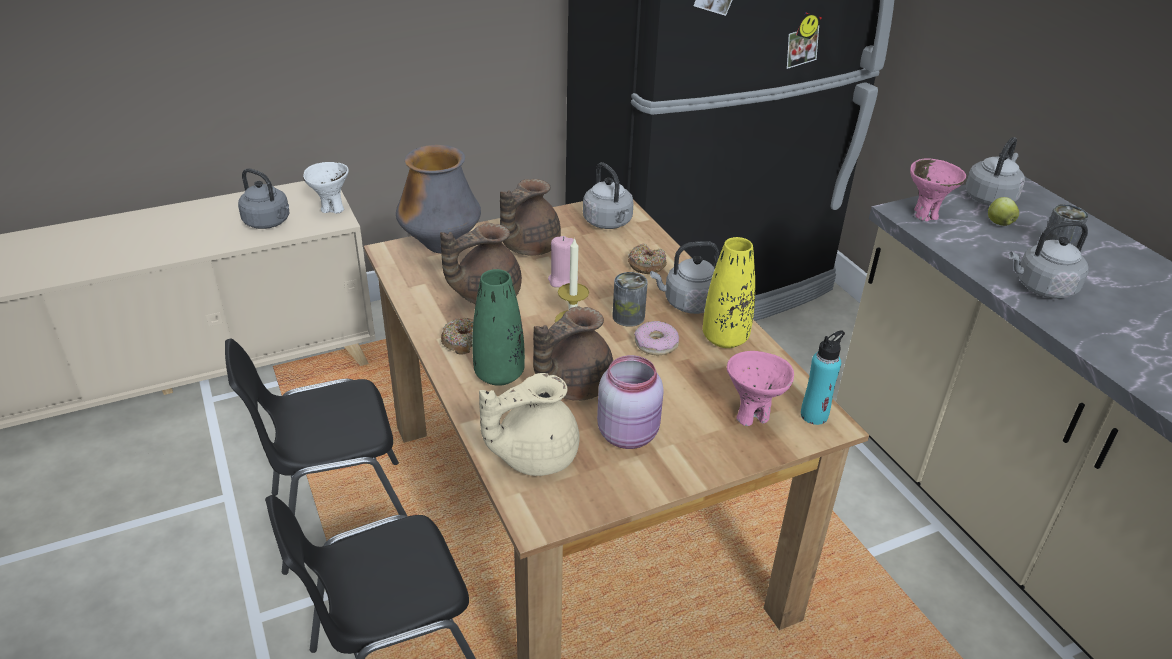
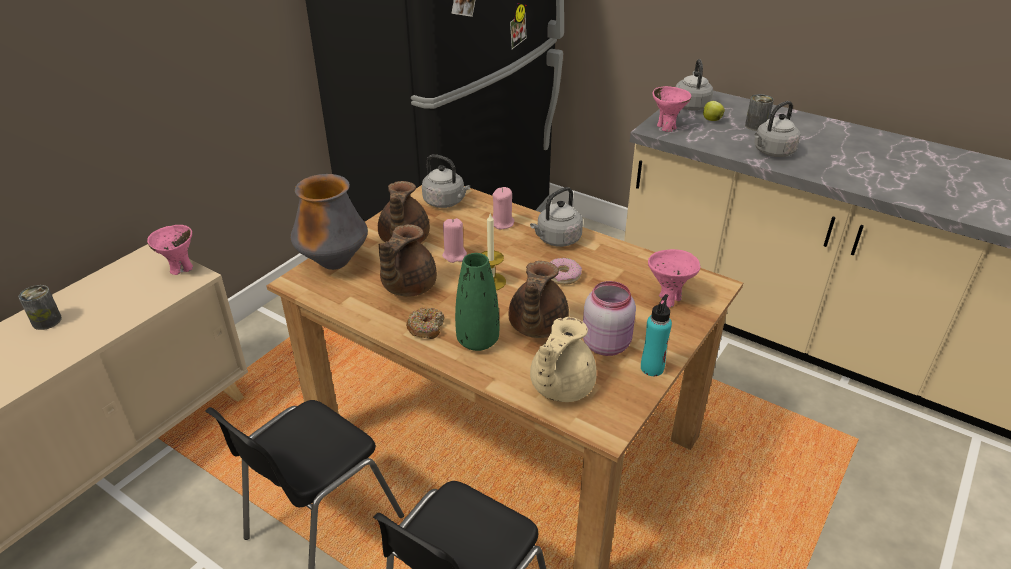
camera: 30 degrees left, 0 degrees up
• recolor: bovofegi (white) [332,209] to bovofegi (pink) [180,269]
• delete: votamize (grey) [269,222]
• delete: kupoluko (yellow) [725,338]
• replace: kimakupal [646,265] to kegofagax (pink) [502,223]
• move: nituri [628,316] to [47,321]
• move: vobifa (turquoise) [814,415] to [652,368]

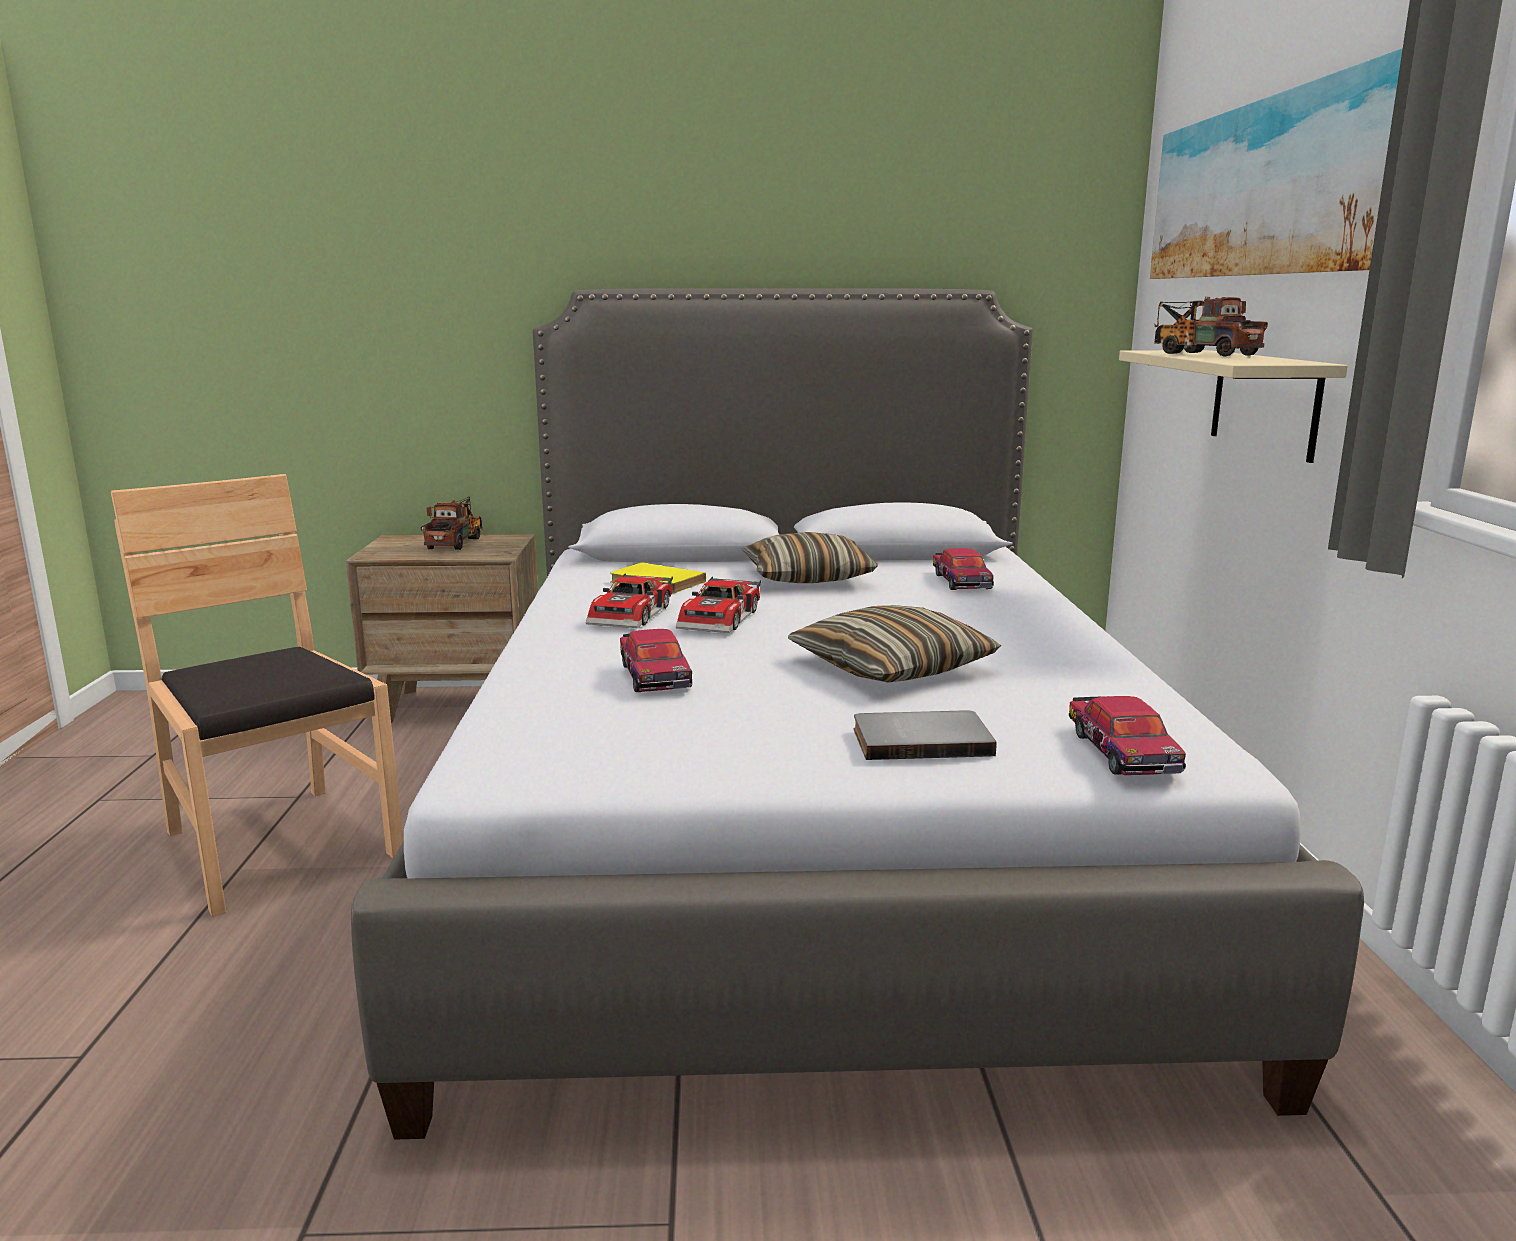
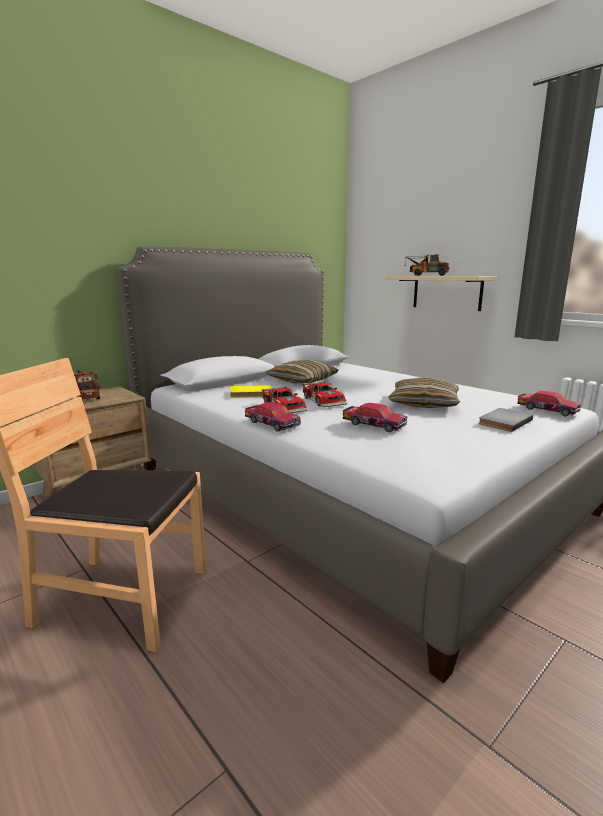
camera: 40 degrees left, 0 degrees up
• delete: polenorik [1266,189]
• move: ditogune [962,581] to [272,423]

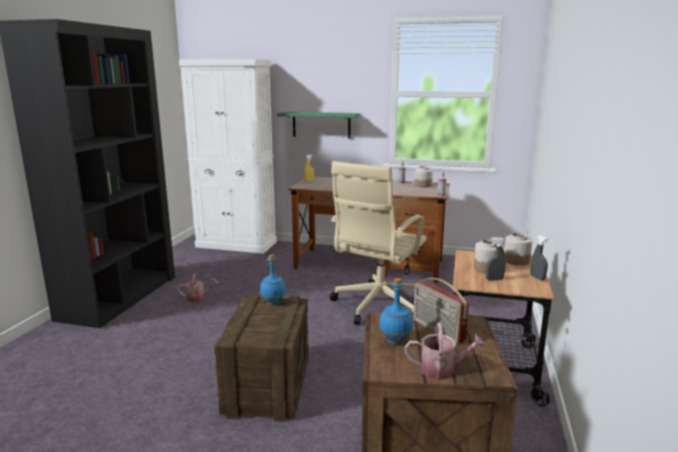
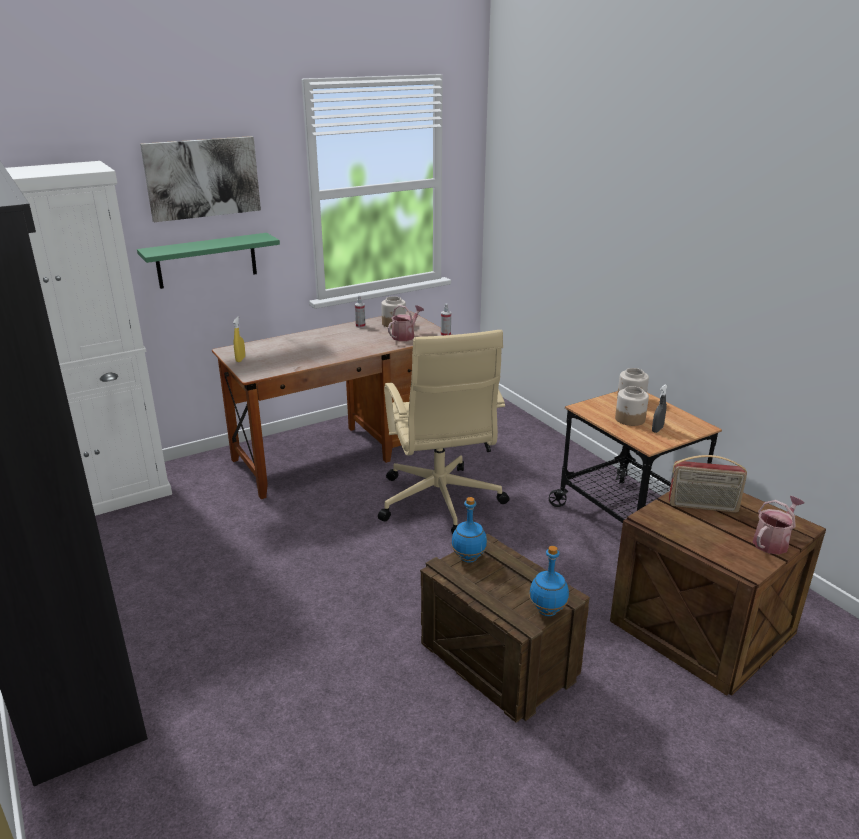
camera: 45 degrees left, 10 degrees up
• delete: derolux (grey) [537,278]
• move: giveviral [198,298] to [405,336]
• move: vobifa (blue) [395,341] to [547,610]
• insert: polenorik [202,178]

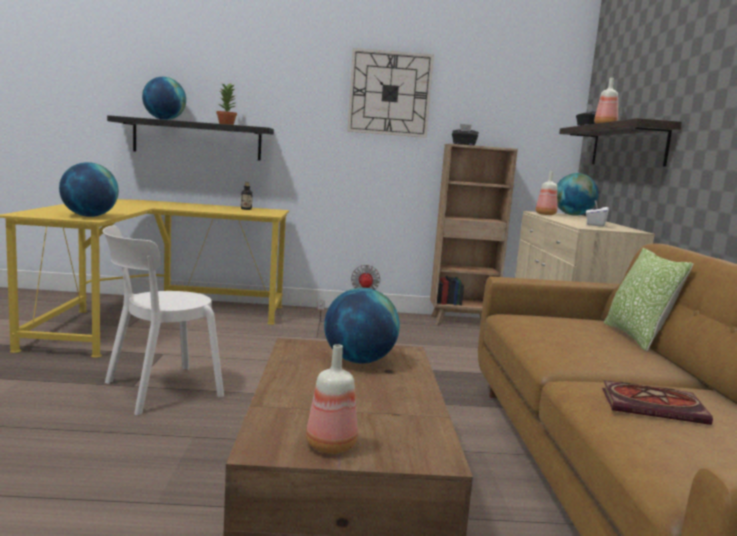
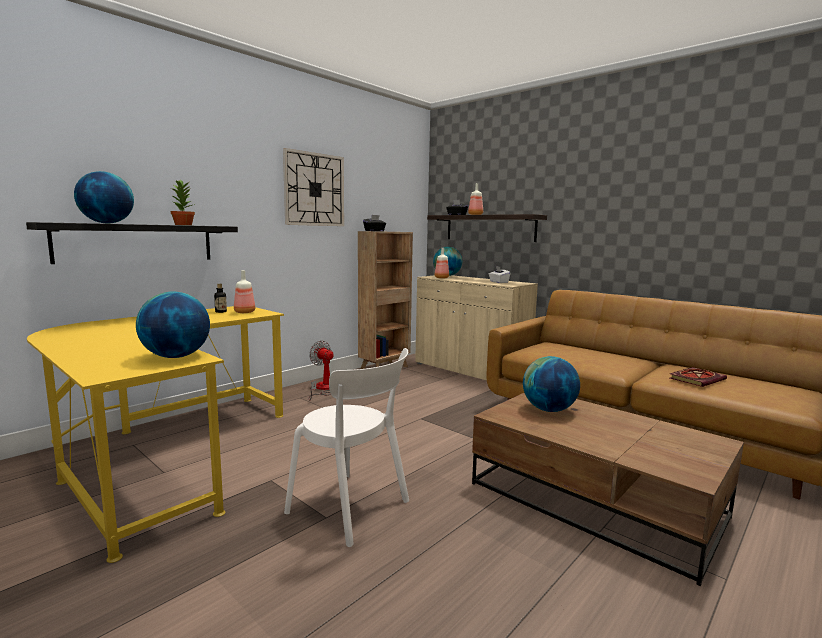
camera: 45 degrees left, 0 degrees up
• rotate: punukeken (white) [157,390] = [352,508] 60 degrees counterclockwise
• delete: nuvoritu [636,337]
• move: vobifa [329,445] to [244,312]

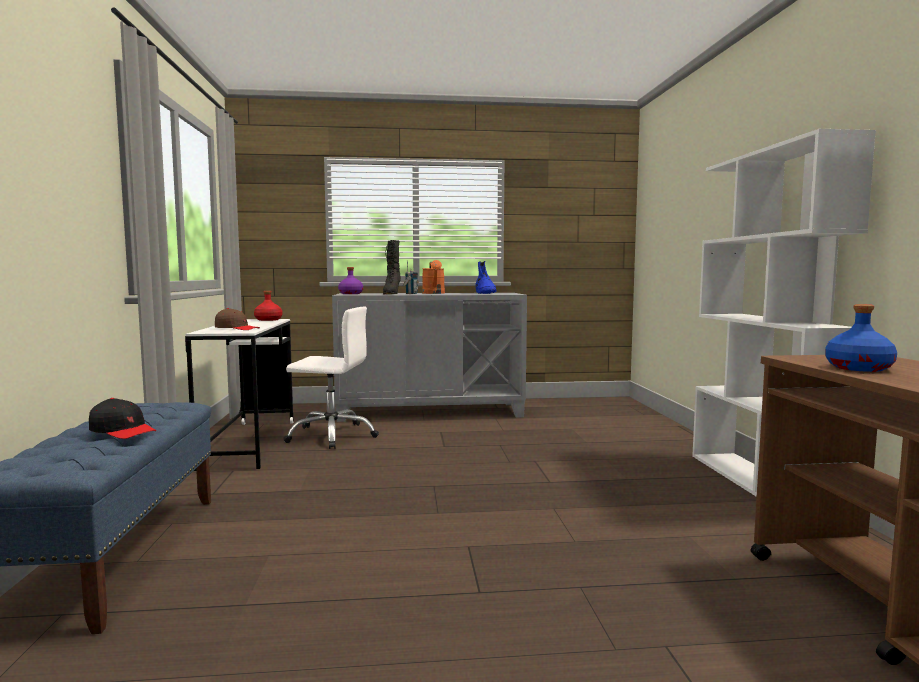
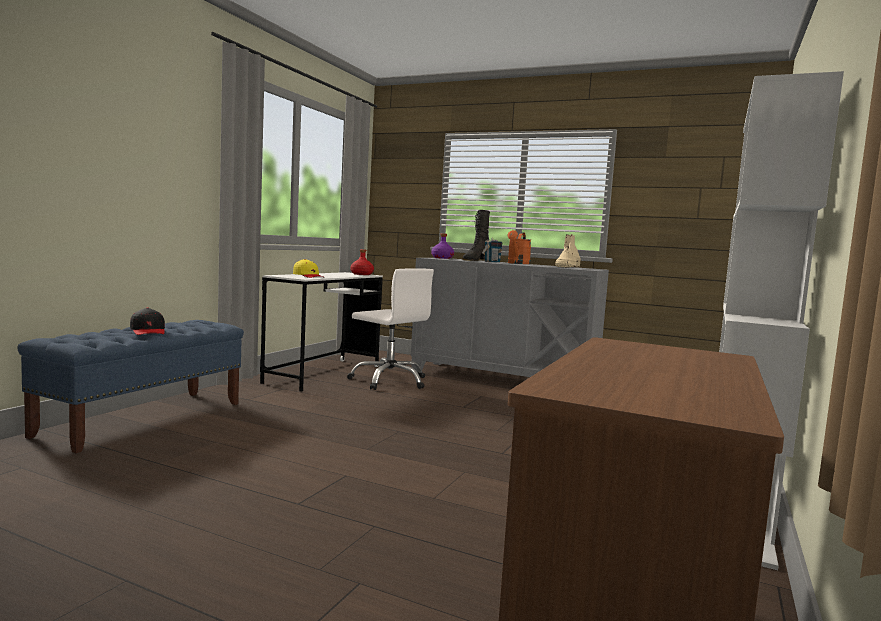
camera: 30 degrees right, 0 degrees up
• recolor: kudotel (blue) [485,293] to kudotel (beige) [567,267]
• delete: vobifa (blue) [859,368]
• recolor: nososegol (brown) [236,328] to nososegol (yellow) [308,276]

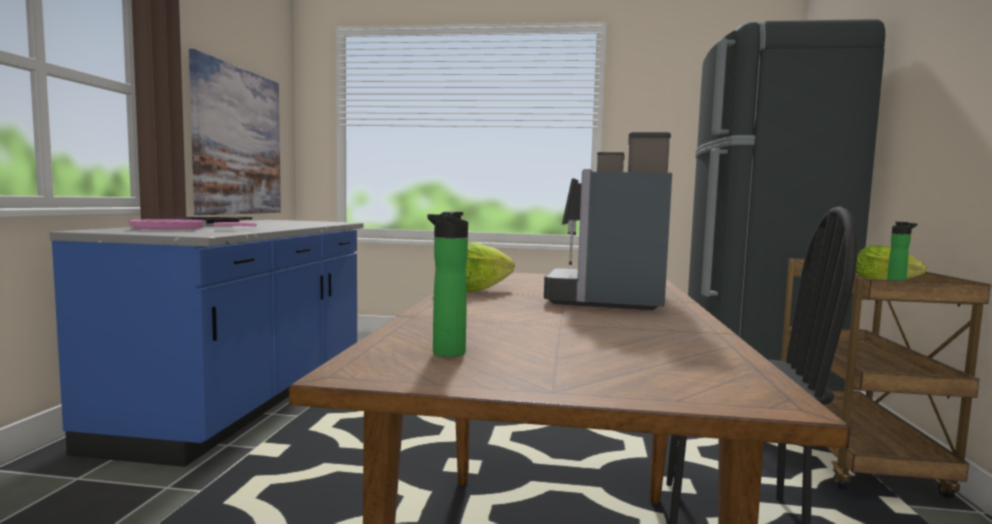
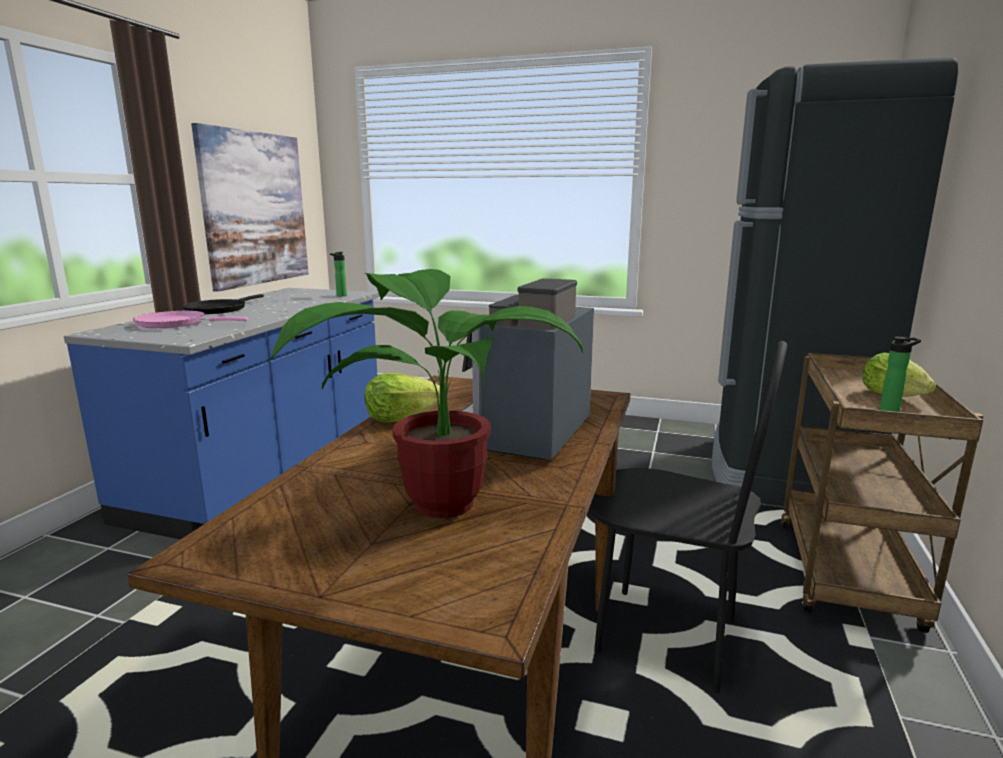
camera: 10 degrees right, 10 degrees up
• move: vobifa [446,354] to [340,296]
• insert: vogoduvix [436,499]

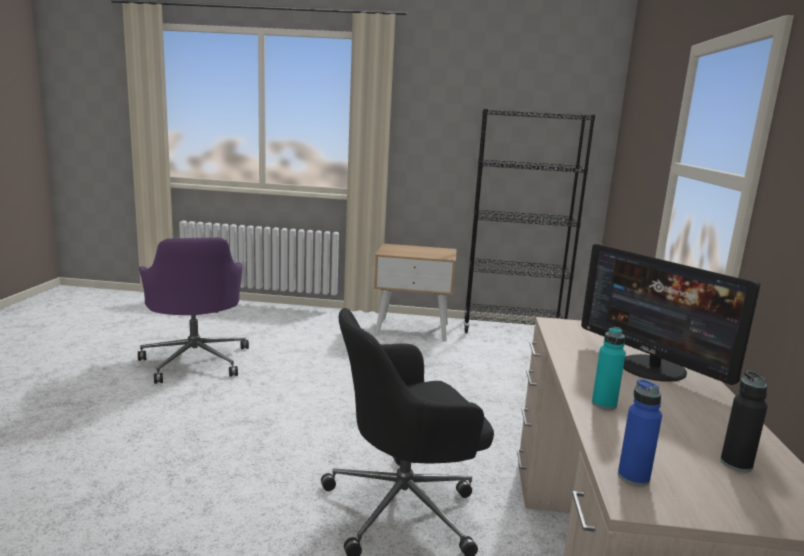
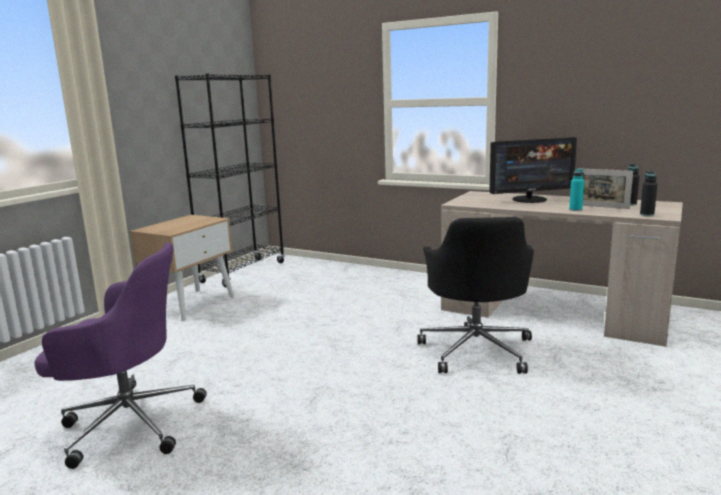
camera: 65 degrees left, 0 degrees up
• recolor: vobifa (blue) [633,477] to vobifa (black) [647,215]
• insert: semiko [601,206]

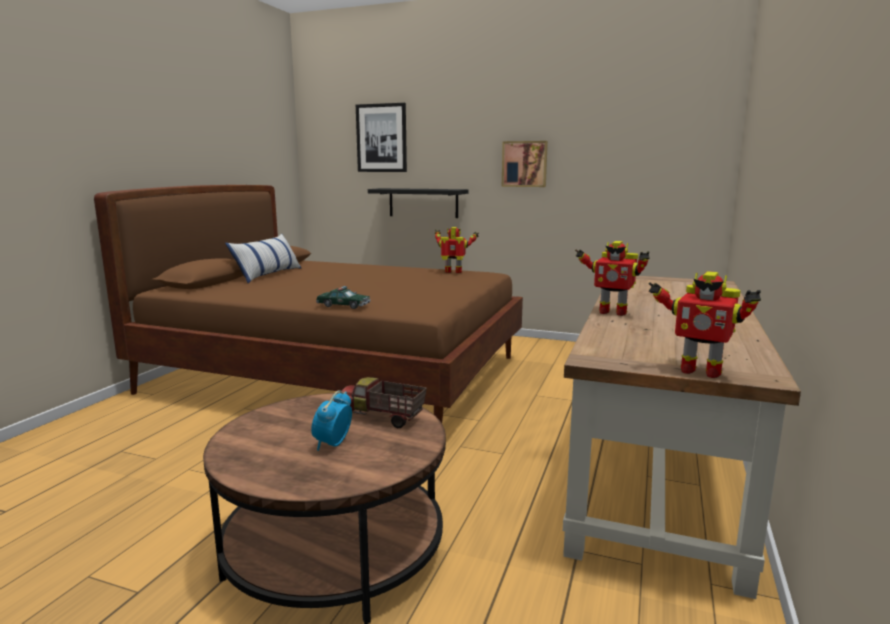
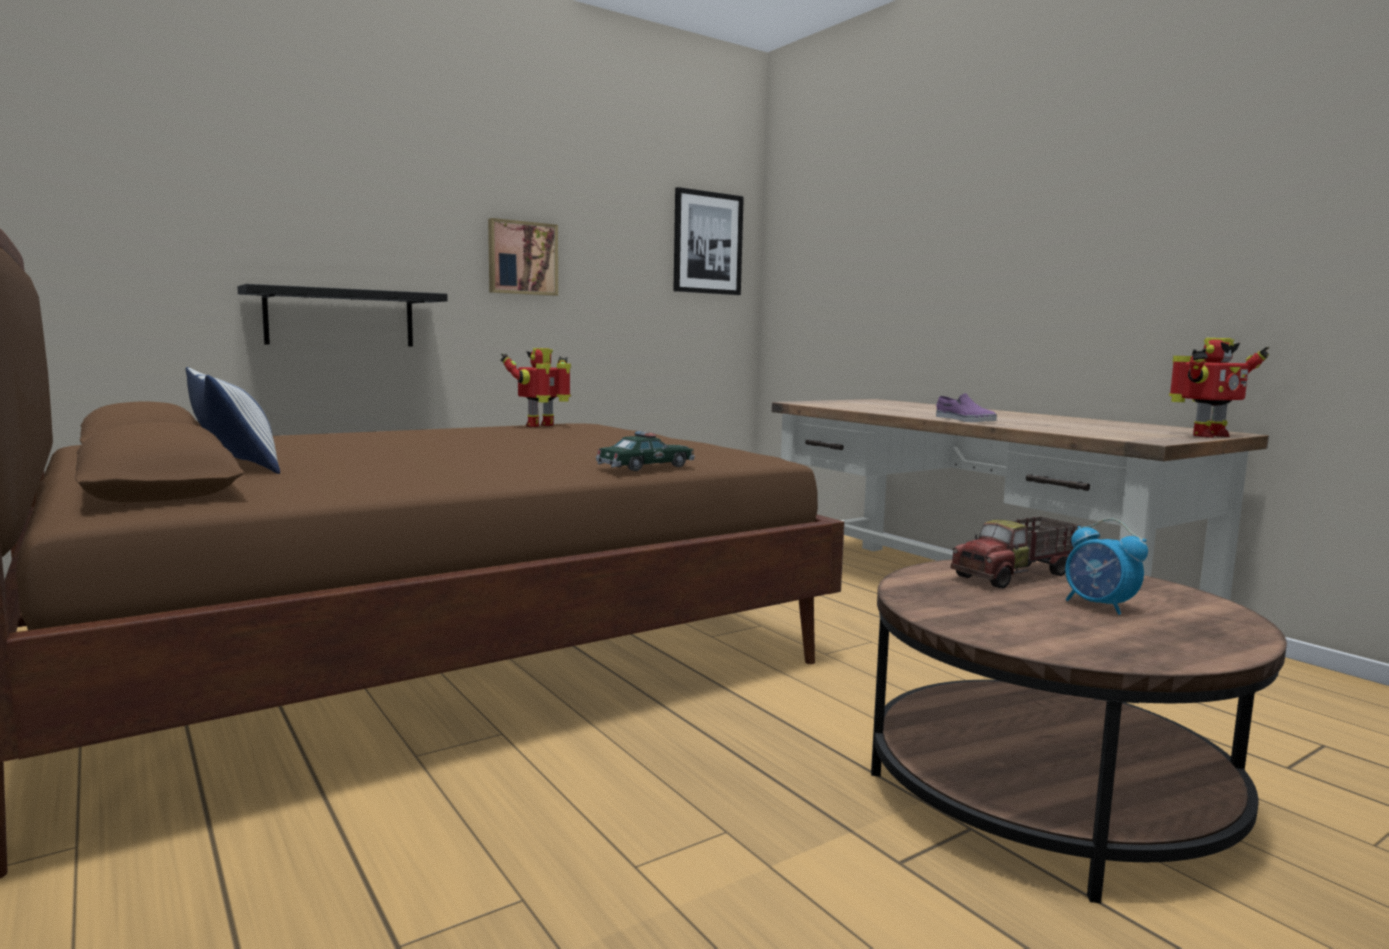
camera: 55 degrees left, 5 degrees down
• move: polenorik [381,138] to [707,243]
• replace: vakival [612,312] to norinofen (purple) [964,420]

